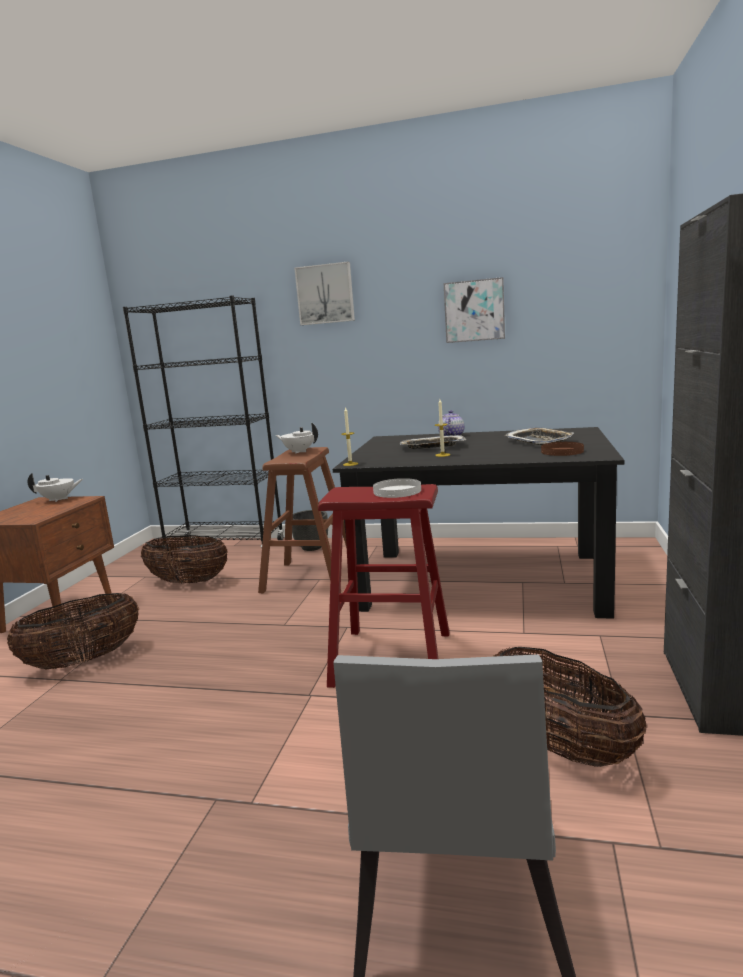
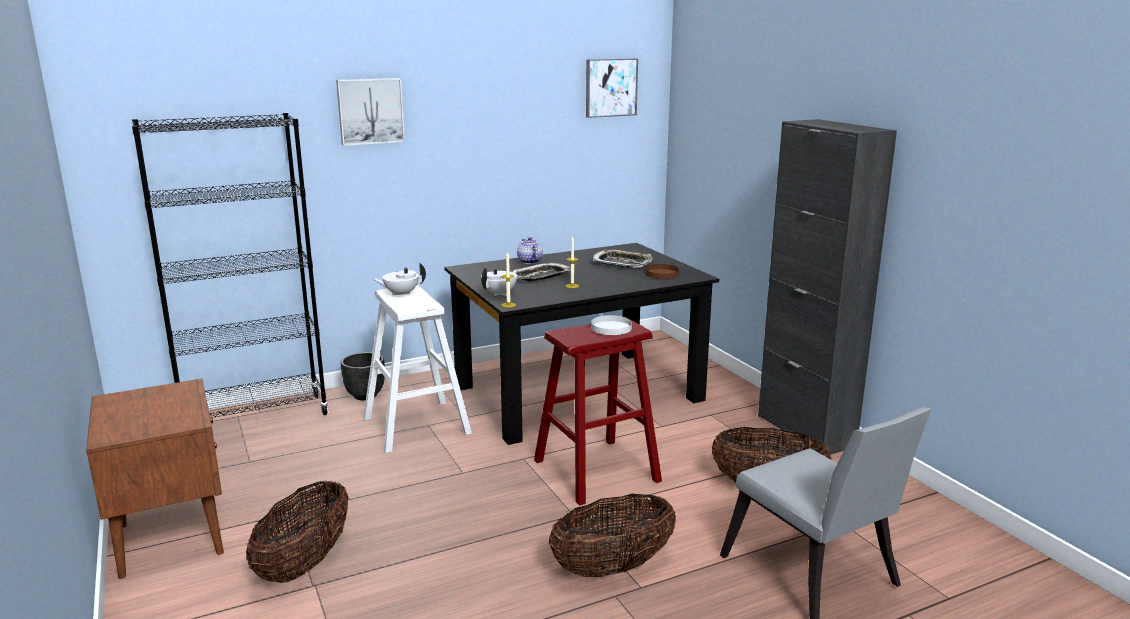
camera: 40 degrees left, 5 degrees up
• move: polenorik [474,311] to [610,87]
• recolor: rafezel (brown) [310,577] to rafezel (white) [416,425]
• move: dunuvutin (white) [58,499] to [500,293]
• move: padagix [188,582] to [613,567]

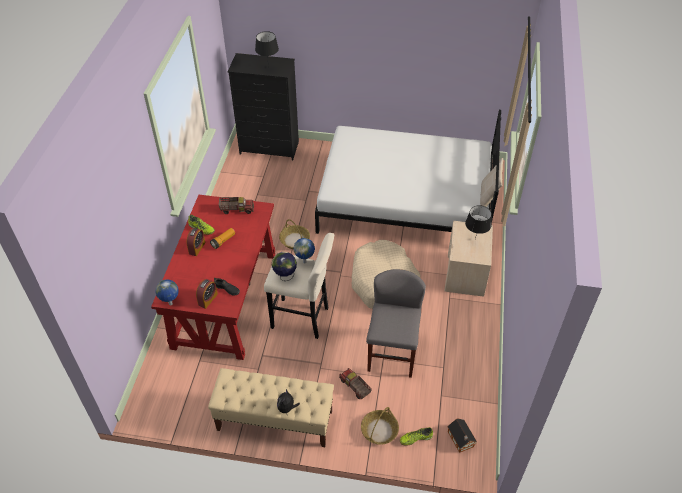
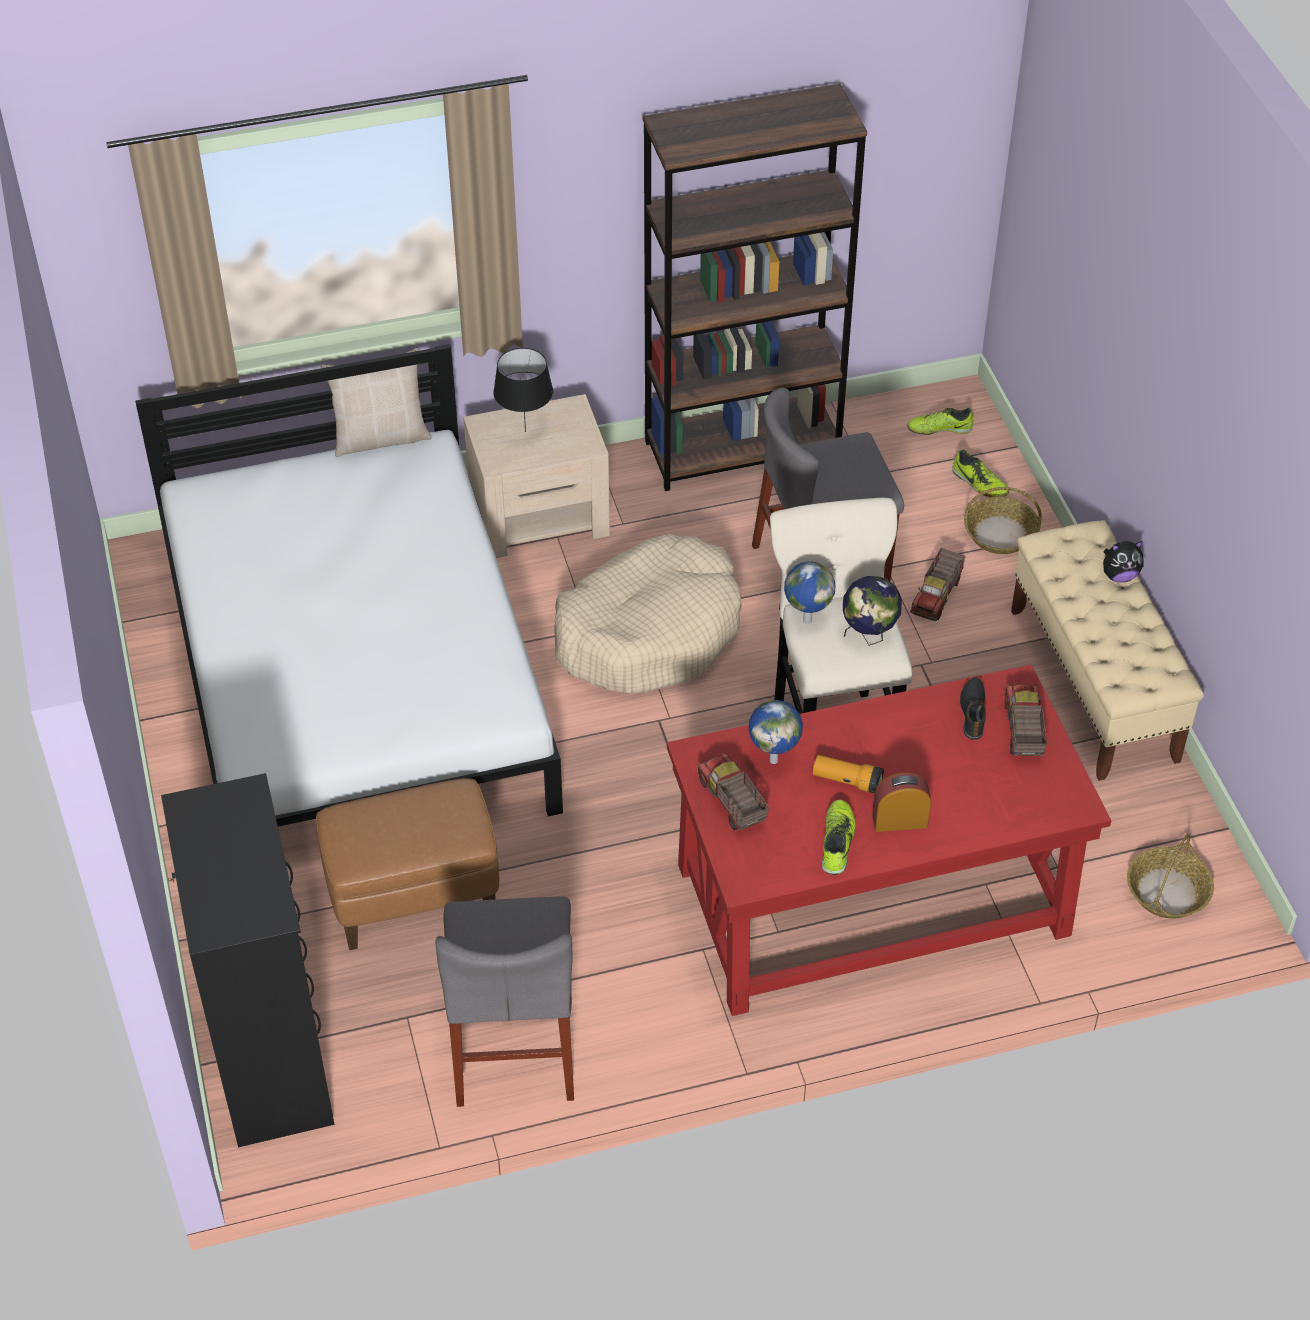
camera: 115 degrees left, 0 degrees up
• delete: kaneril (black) [268,67]
• move: padagix [294,240] to [1167,892]
• move: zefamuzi [170,304] to [774,759]
• replace: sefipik [208,299] to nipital [1022,731]
• replace: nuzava [461,440] to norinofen [939,429]
• insert: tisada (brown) [743,449]
• insert: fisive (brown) [415,899]
• insert: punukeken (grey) [514,1045]

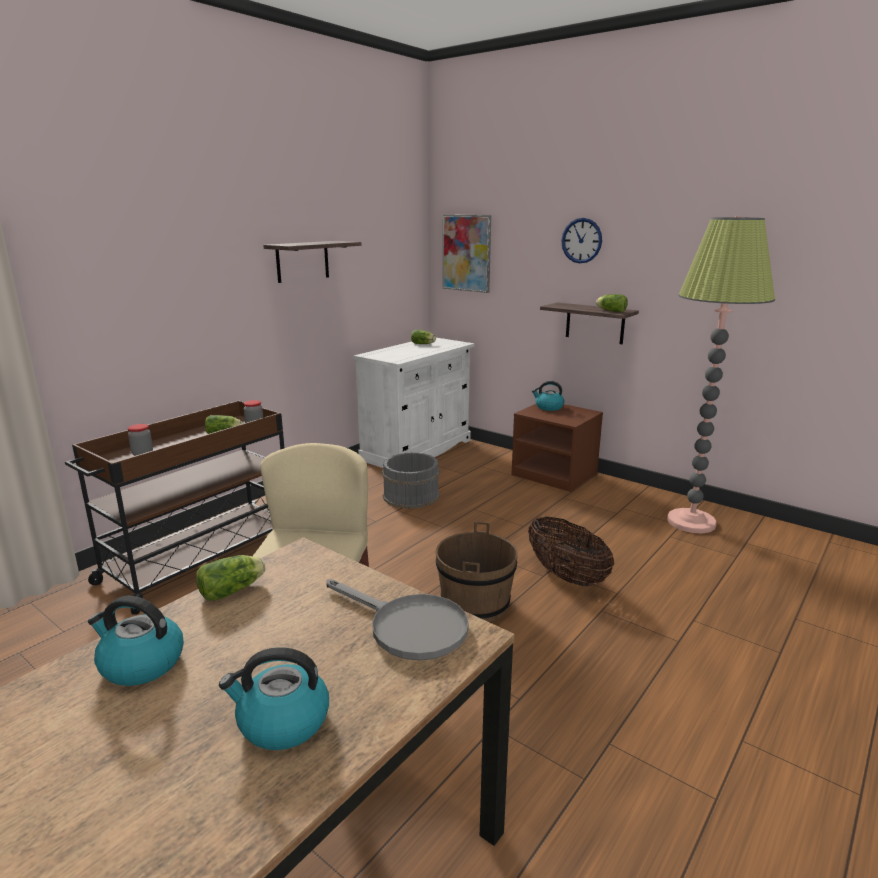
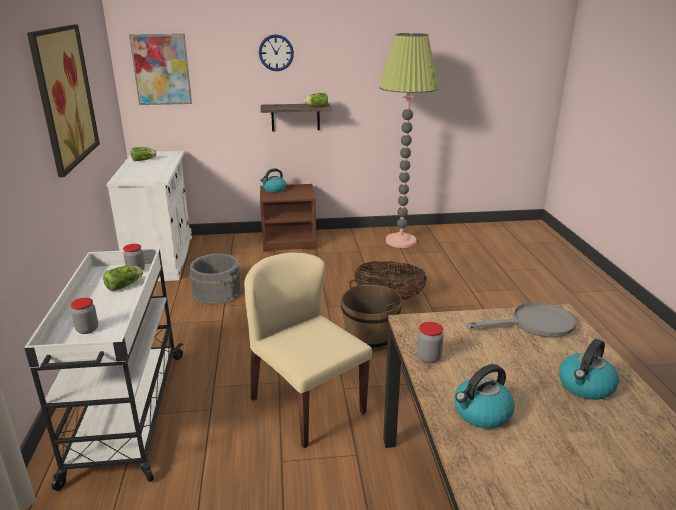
camera: 45 degrees left, 5 degrees up
• replace: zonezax [302,261] to polenorik [64,96]
• recolor: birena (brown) [200,559] to birena (white) [127,415]
• replace: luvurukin [234,590] to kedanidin [428,357]

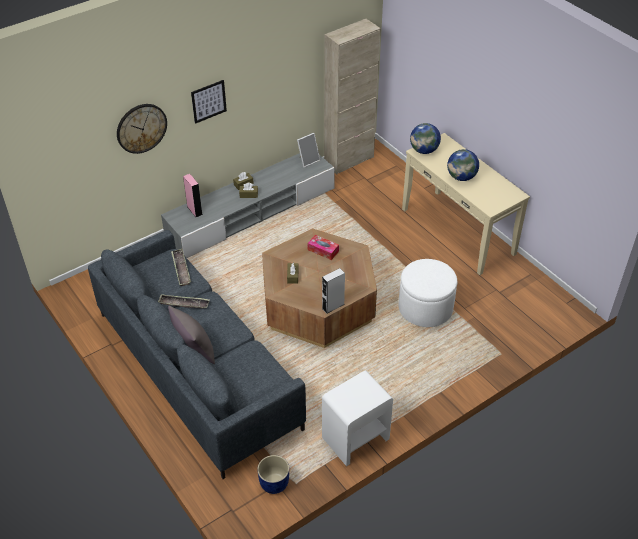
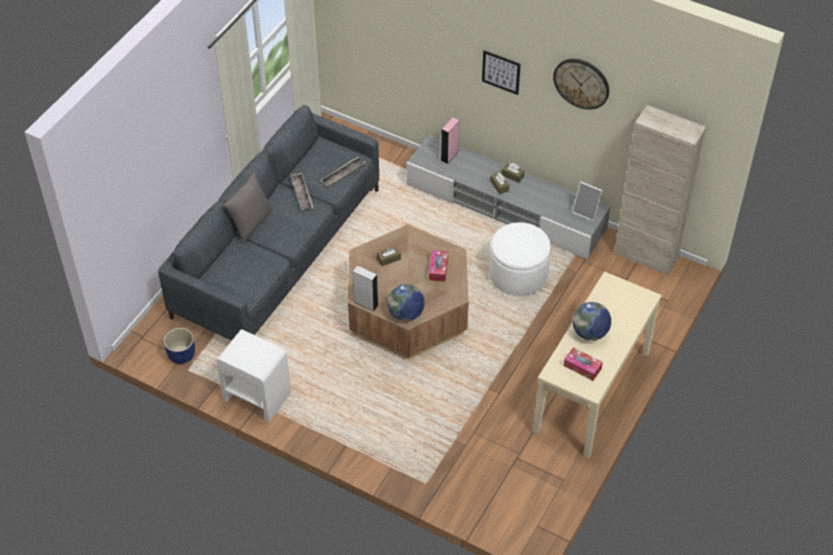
camera: 65 degrees right, 5 degrees up
• move: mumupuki [141,128] to [581,83]
• move: zefamuzi [424,150] to [406,314]
• move: fisive (white) [425,308] to [518,274]
• insert: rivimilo [582,367]

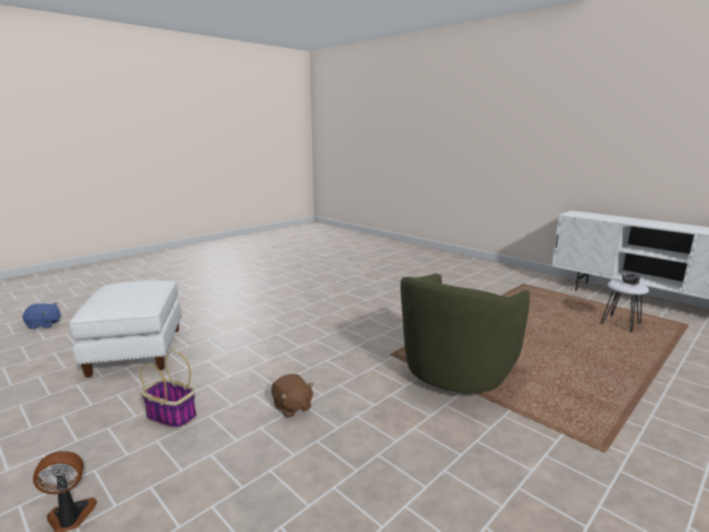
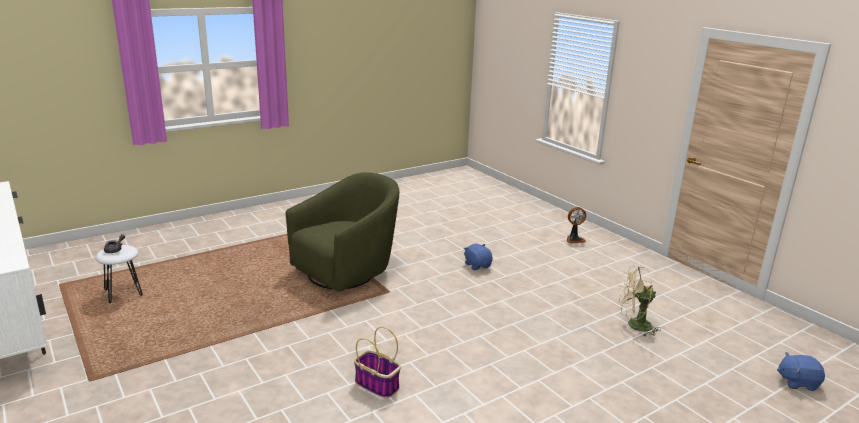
camera: 170 degrees left, 5 degrees up
• replace: fisive (white) [136,351] to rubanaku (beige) [634,326]
• move: padagix [170,416] to [378,385]
• recolor: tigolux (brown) [292,407] to tigolux (blue) [477,265]

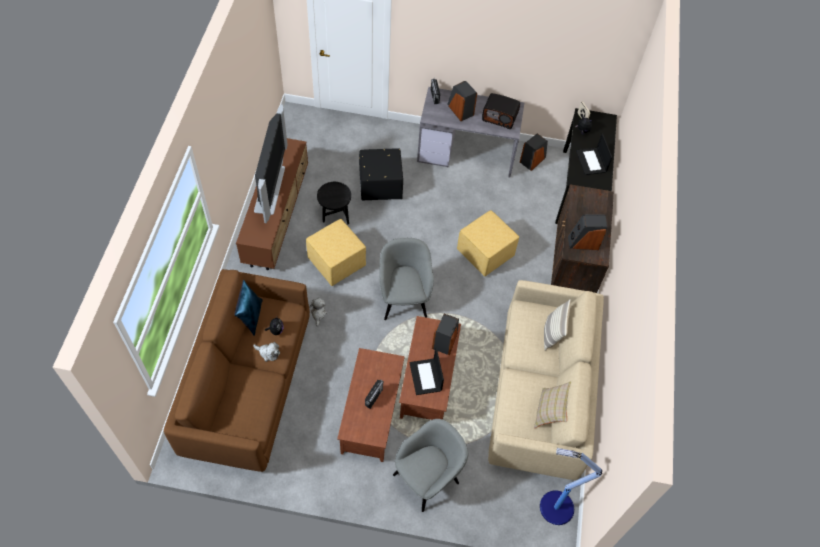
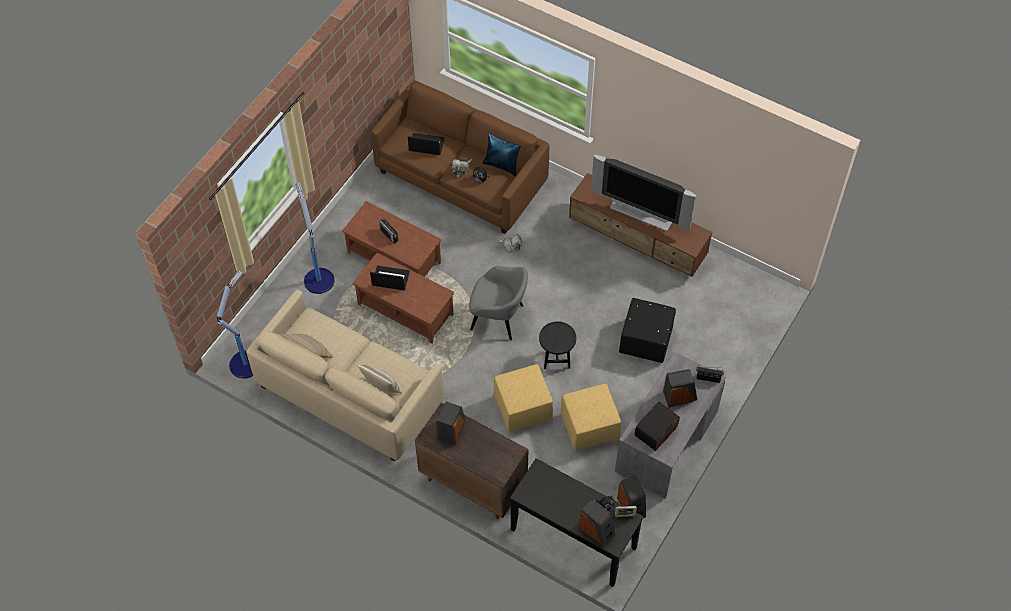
camera: 115 degrees right, 0 degrees up
• move: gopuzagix [591,161] to [426,145]
• move: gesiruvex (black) [335,218] to [556,358]
• move: fisive (yellow) [337,262] to [589,427]
• move: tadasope [445,340] to [597,531]
• replace: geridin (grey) [427,477] to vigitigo [318,279]

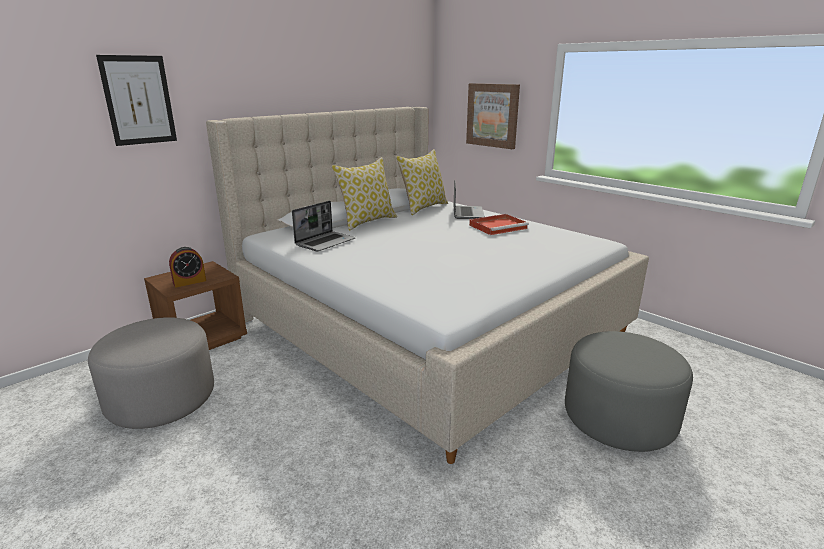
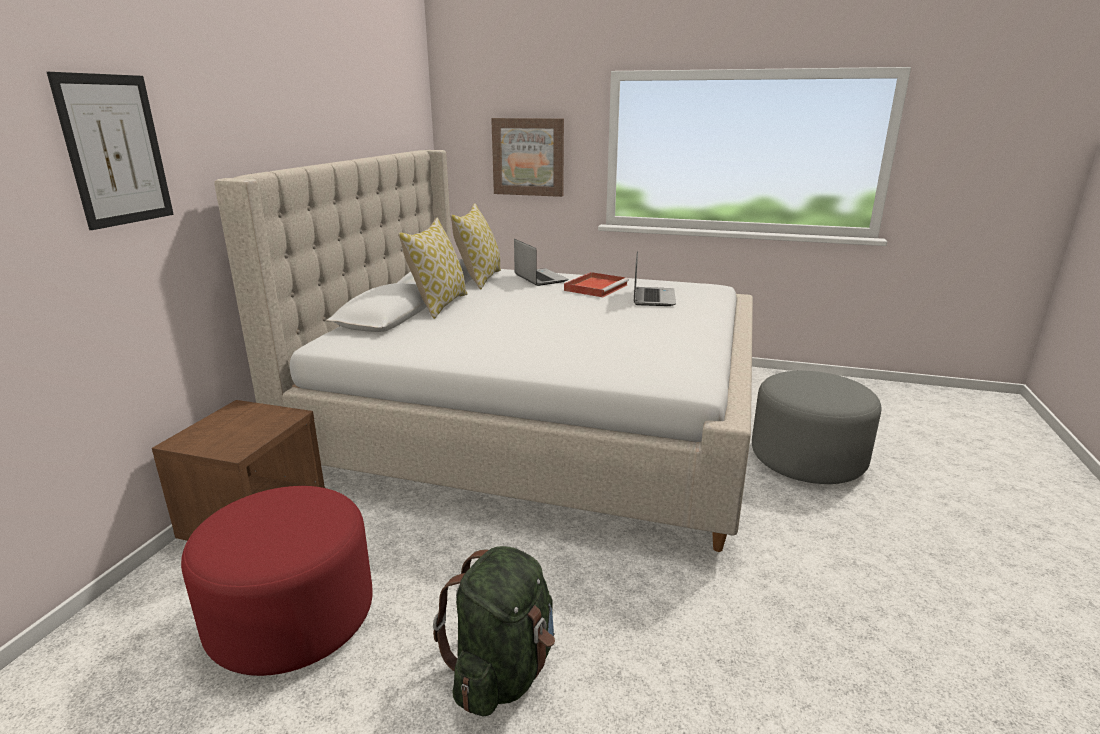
camera: 30 degrees left, 0 degrees up
• move: gopuzagix [325,242] to [653,297]
• delete: sefipik [189,282]
• recolor: fisive (grey) [162,399] to fisive (red) [292,617]
• insert: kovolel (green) [503,671]

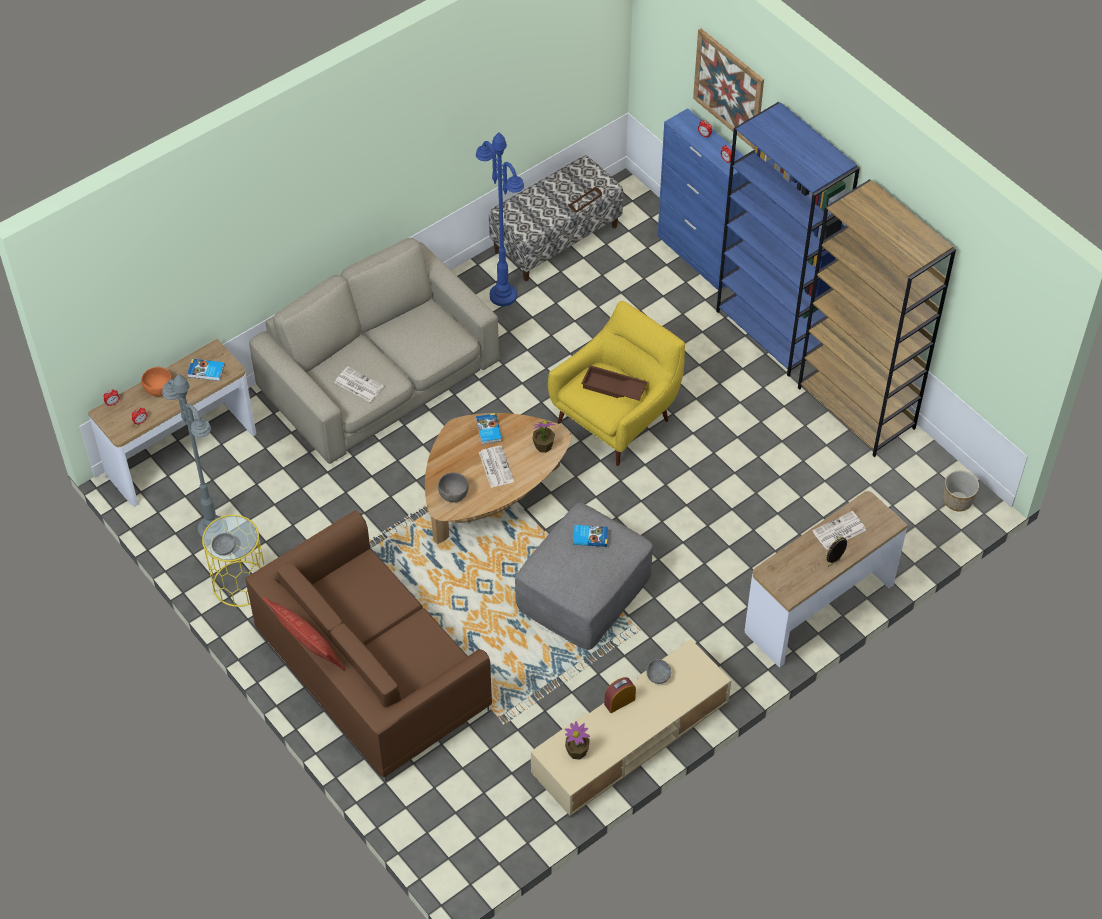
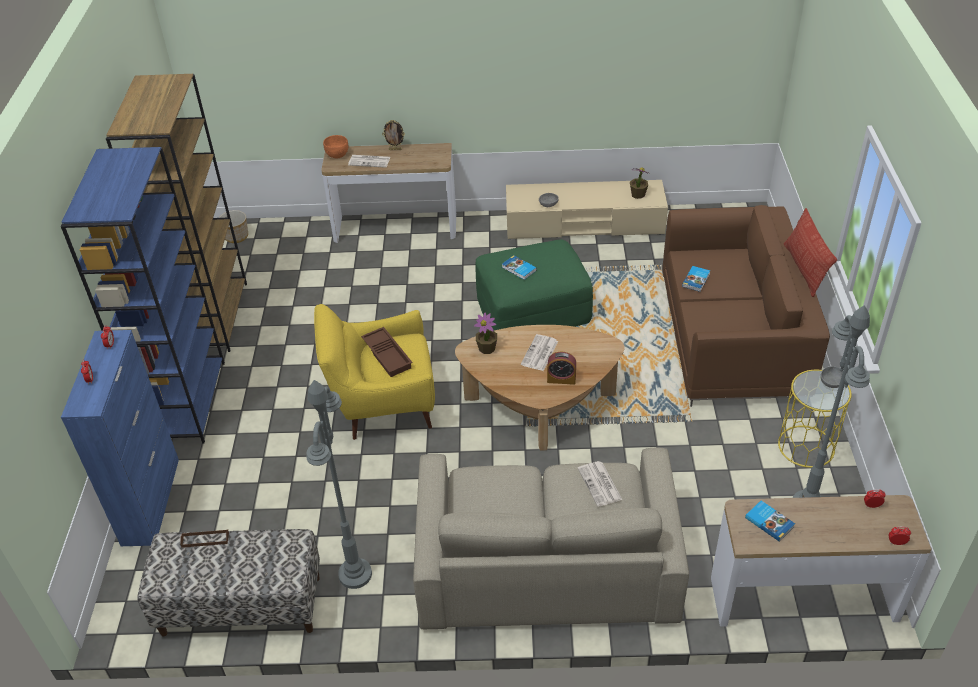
camera: 140 degrees left, 10 degrees down
• delete: polenorik [729,88]
• recolor: vigitigo (blue) [502,295] to vigitigo (grey) [355,575]
• move: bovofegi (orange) [158,390] to [337,155]
• move: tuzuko [488,430] to [696,280]
• delete: bovofegi (grey) [453,495]
• recolor: fisive (grey) [584,590] to fisive (green) [533,308]
• move: sefipik [619,702] to [561,379]

